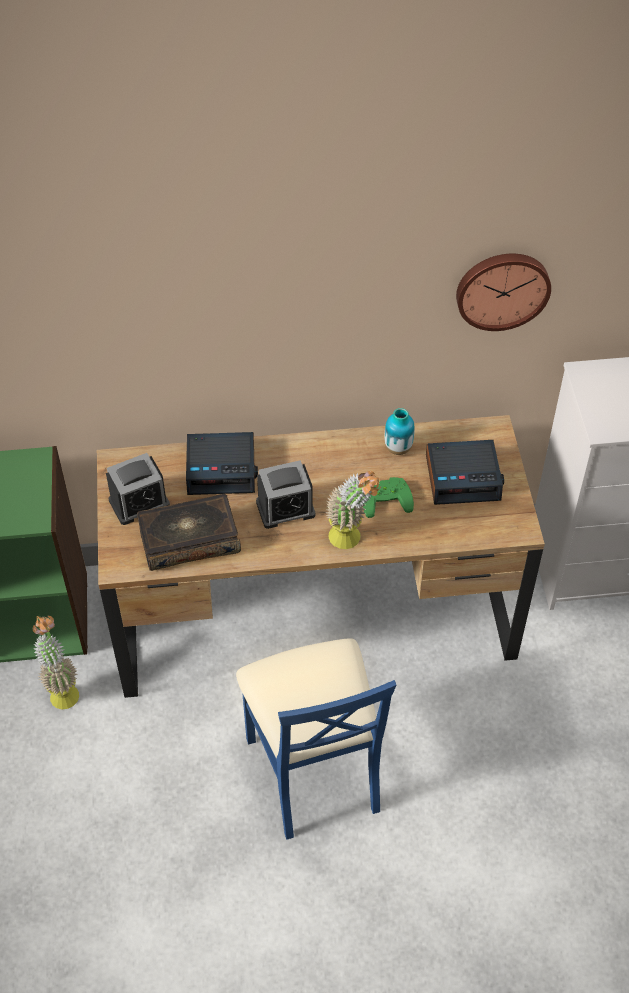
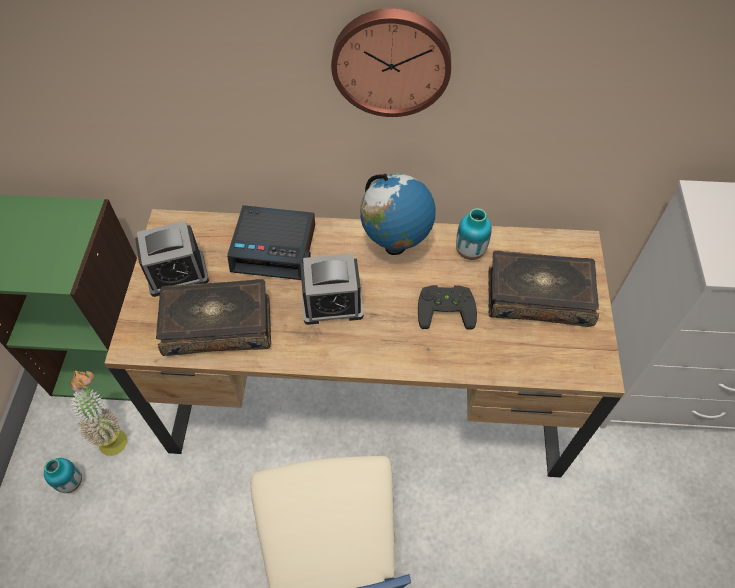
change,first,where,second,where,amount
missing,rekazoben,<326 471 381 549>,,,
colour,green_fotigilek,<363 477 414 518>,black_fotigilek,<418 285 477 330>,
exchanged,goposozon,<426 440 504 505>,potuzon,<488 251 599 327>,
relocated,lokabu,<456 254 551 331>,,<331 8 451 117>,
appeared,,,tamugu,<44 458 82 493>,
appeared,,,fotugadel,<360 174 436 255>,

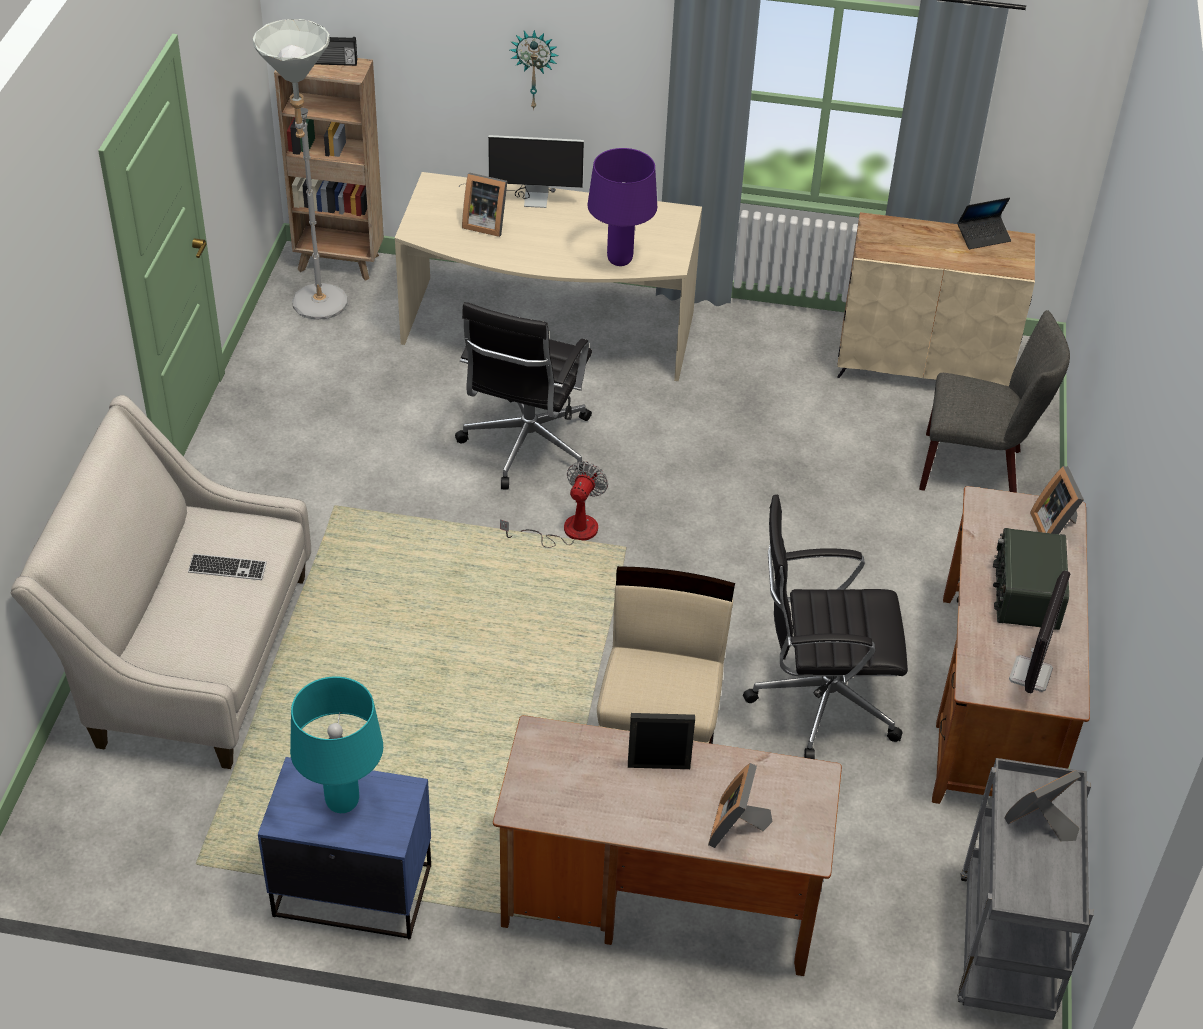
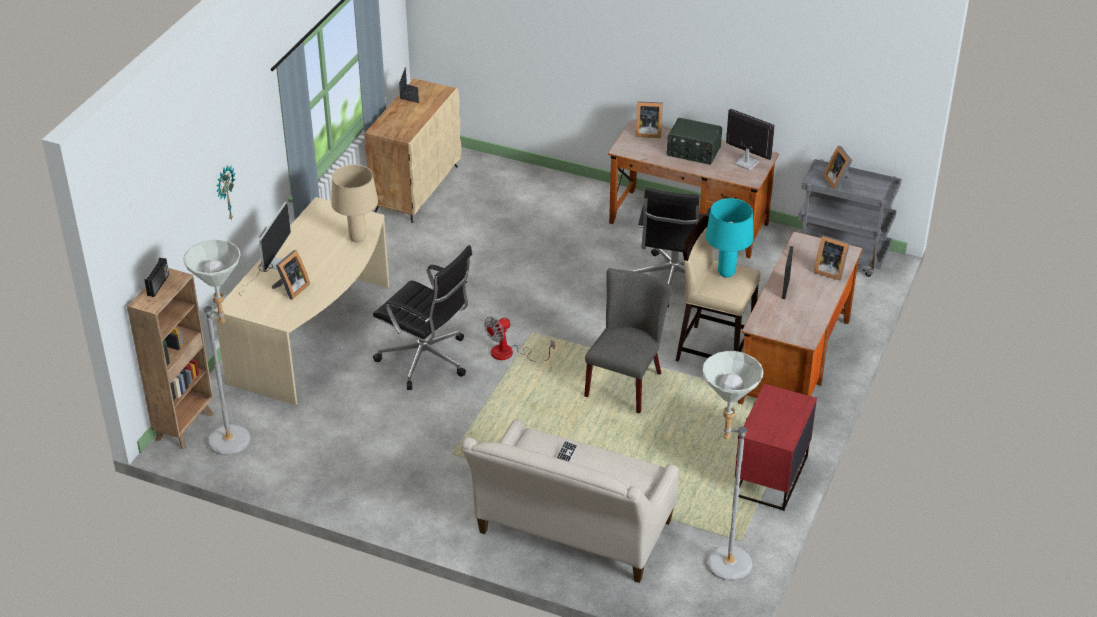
change,first,where,second,where,amount
colour,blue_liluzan,<258 757 431 939>,red_liluzan,<735 384 817 511>,
relocated,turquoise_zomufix,<290 676 383 813>,,<706 198 754 278>,
spun,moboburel,<500 462 608 548>,,<484 317 555 362>,75 degrees counterclockwise
colour,purple_zomufix,<587 148 657 266>,beige_zomufix,<331 164 378 242>,
relocated,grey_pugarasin,<919 310 1070 493>,,<584 268 672 414>,
appeared,,,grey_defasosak,<703 351 764 581>,

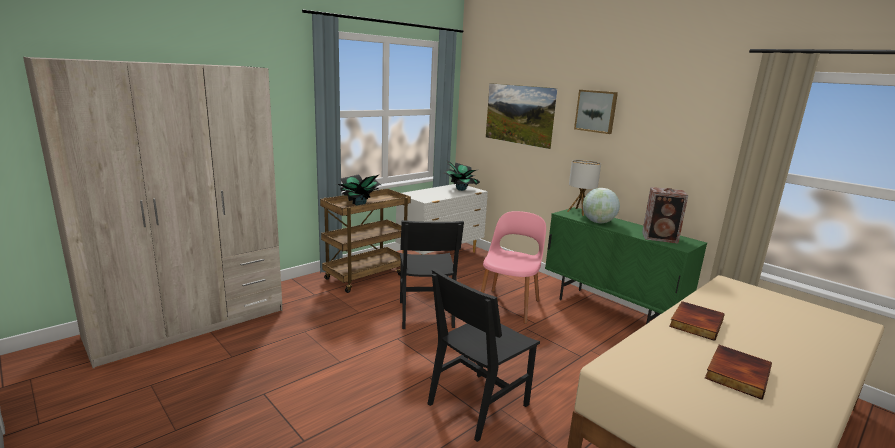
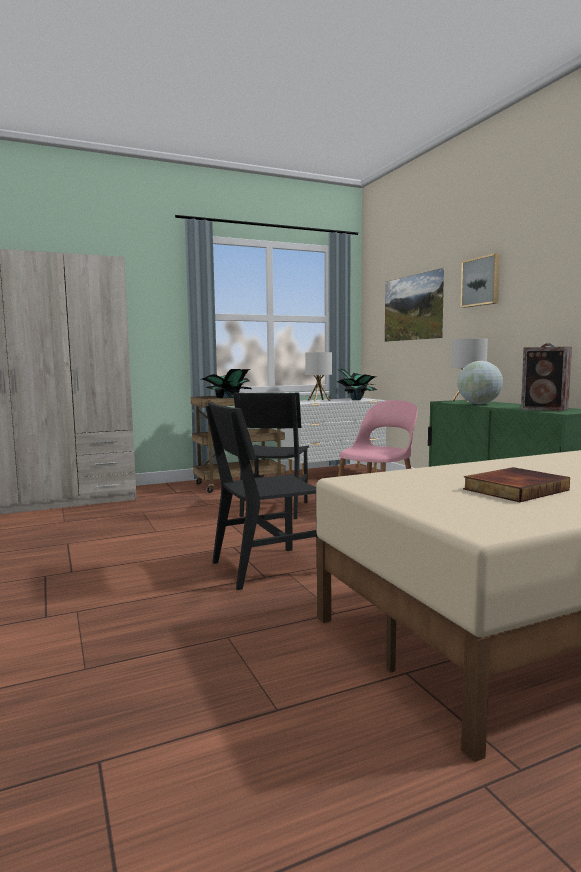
change,first,where,second,where,amount
missing,potuzon,<669 301 725 341>,,,
appeared,,,zomufix,<305 352 332 402>,

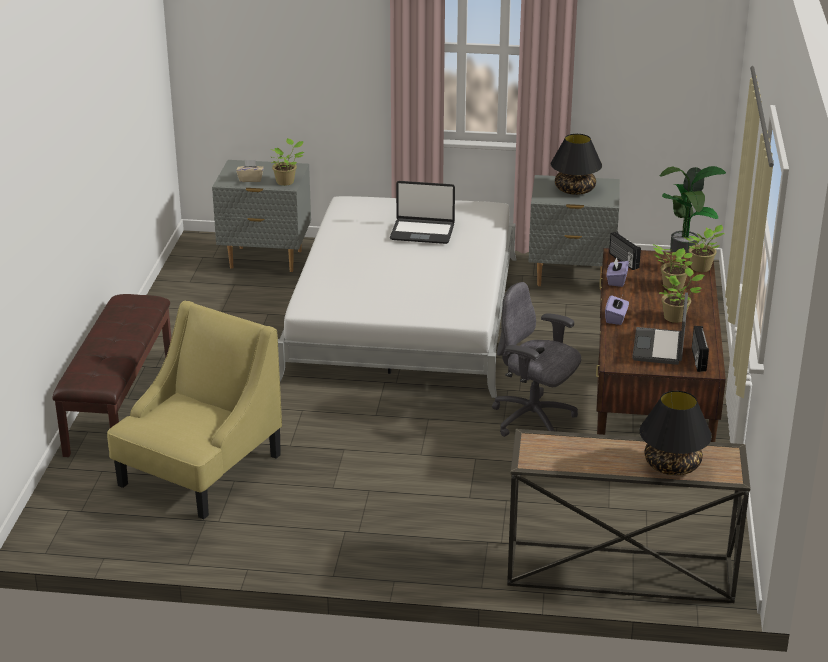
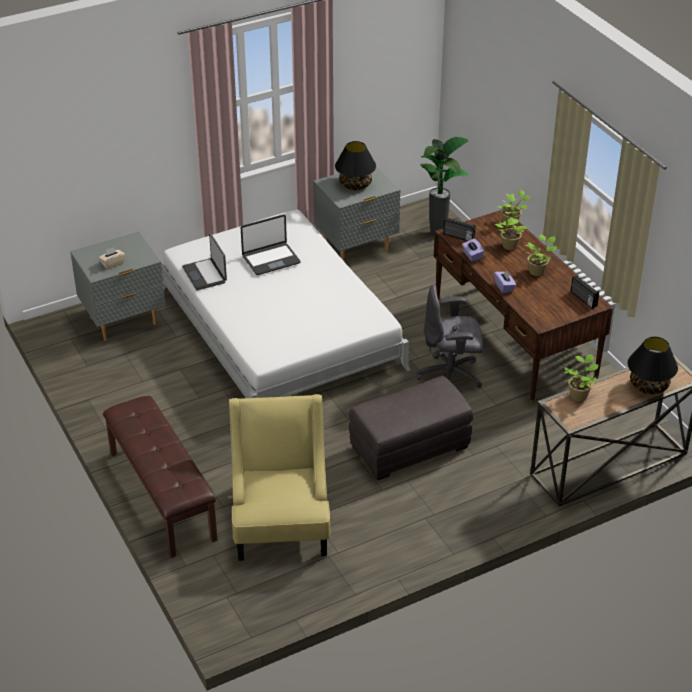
change,first,where,second,where,amount
relocated,rekazoben,<270 138 304 186>,,<564 354 599 401>,
relocated,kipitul,<632 292 688 365>,,<182 233 227 290>,
appeared,,,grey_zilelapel,<349 376 473 481>,

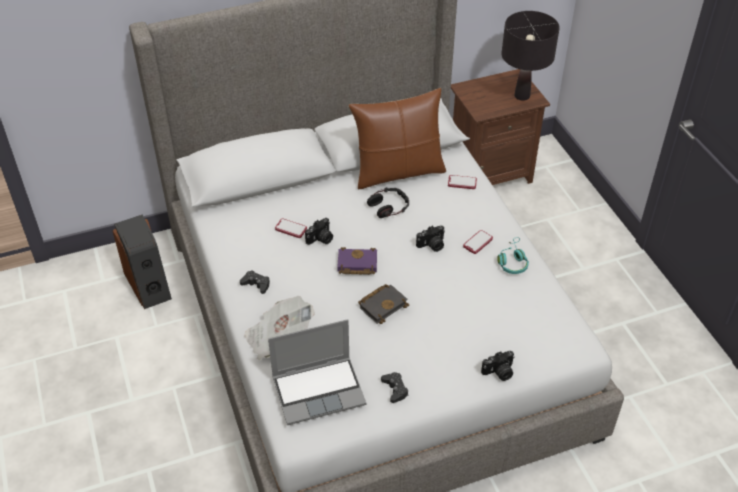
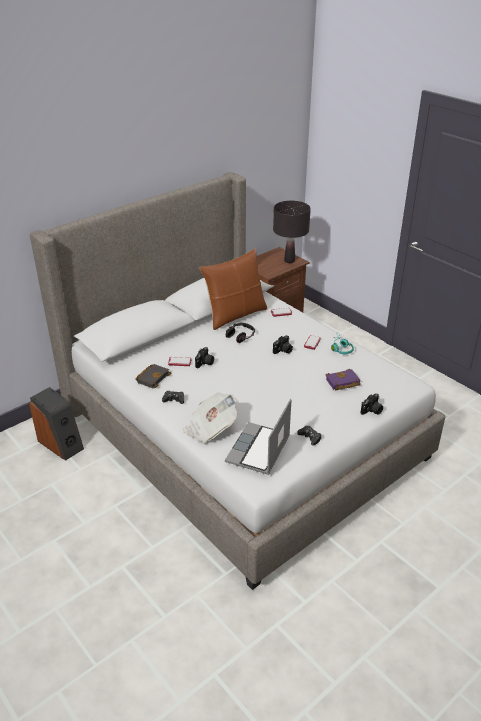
change,first,where,second,where,amount
spun,kipitul,<268 319 366 425>,,<225 399 291 475>,150 degrees clockwise
relocated,purple_potuzon,<337 247 377 275>,,<326 369 361 390>,
relocated,black_potuzon,<358 284 409 324>,,<135 364 171 388>,

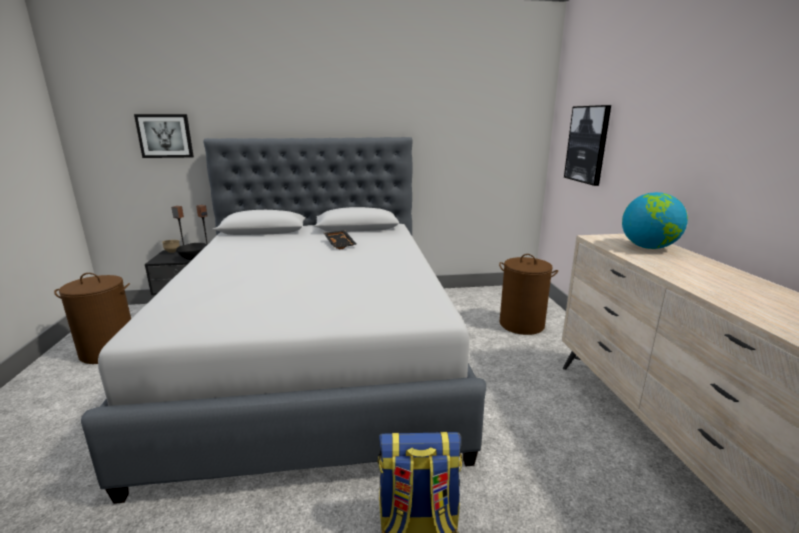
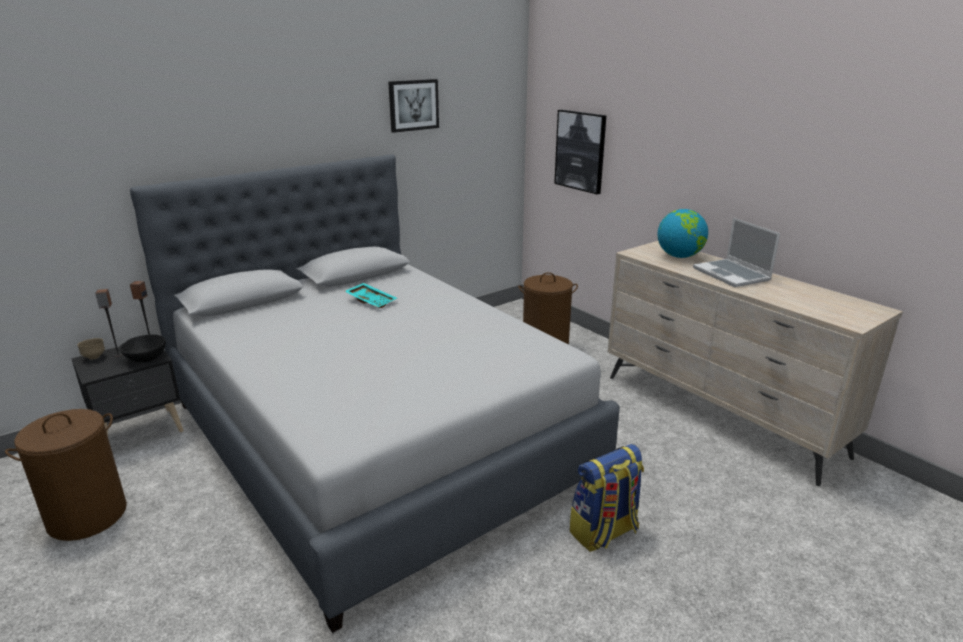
change,first,where,second,where,amount
relocated,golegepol,<134 114 194 158>,,<388 79 439 133>,
colour,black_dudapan,<324 230 356 249>,turquoise_dudapan,<345 283 397 308>,
appeared,,,kipitul,<693 218 780 287>,

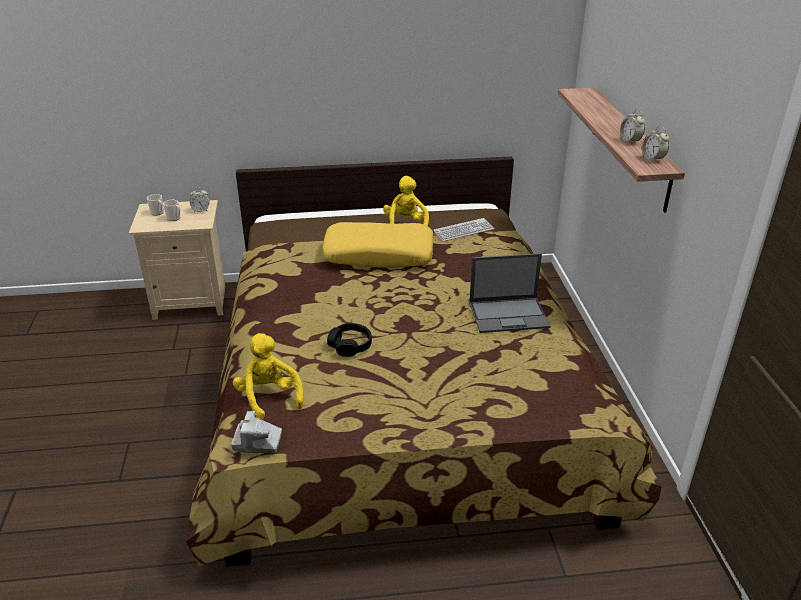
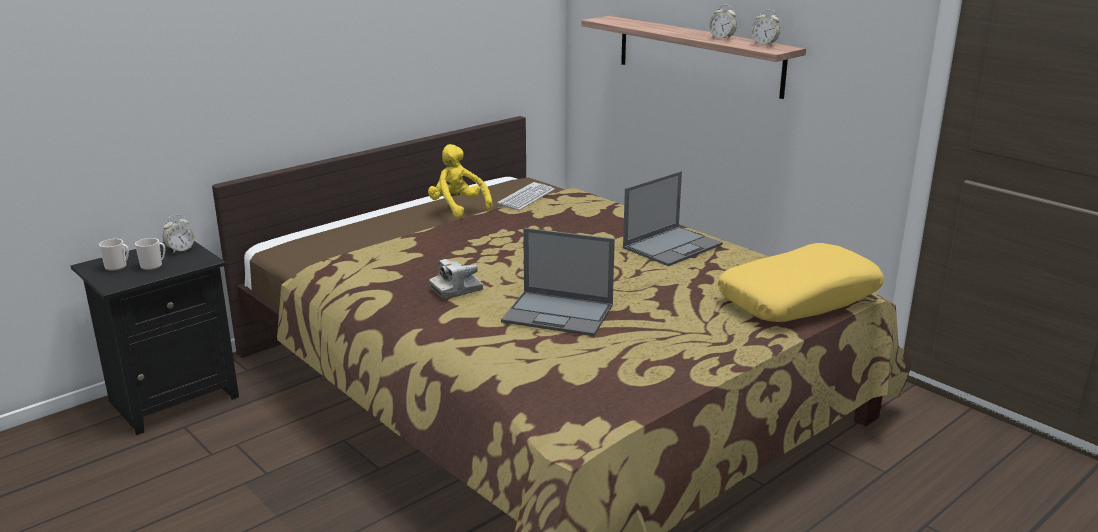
change,first,where,second,where,amount
colour,beige_liluzan,<129 200 225 320>,black_liluzan,<71 241 239 435>,
relocated,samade,<231 411 282 453>,,<429 259 483 299>,
missing,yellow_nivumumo,<233 333 303 420>,,,
relocated,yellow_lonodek,<322 222 434 268>,,<718 243 884 322>,
exchanged,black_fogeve,<327 323 372 357>,kipitul,<501 228 615 336>,

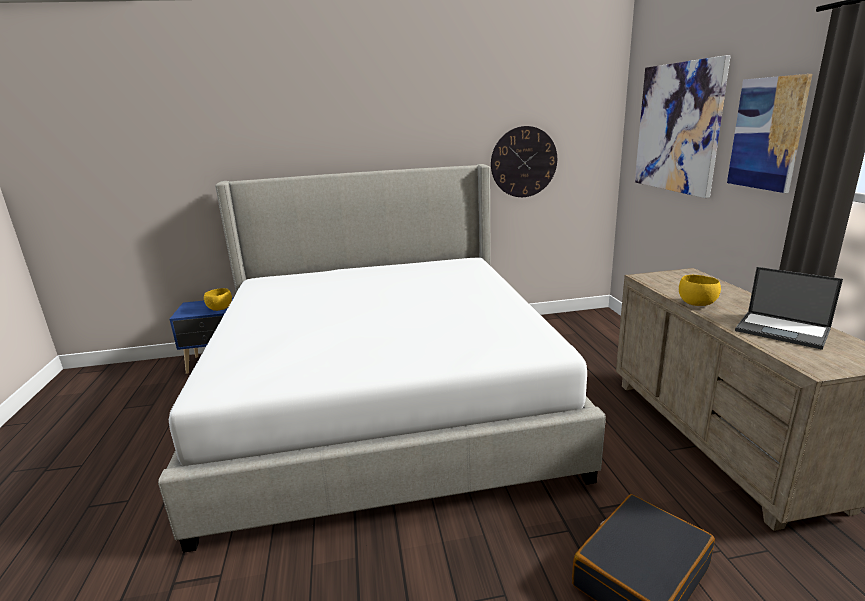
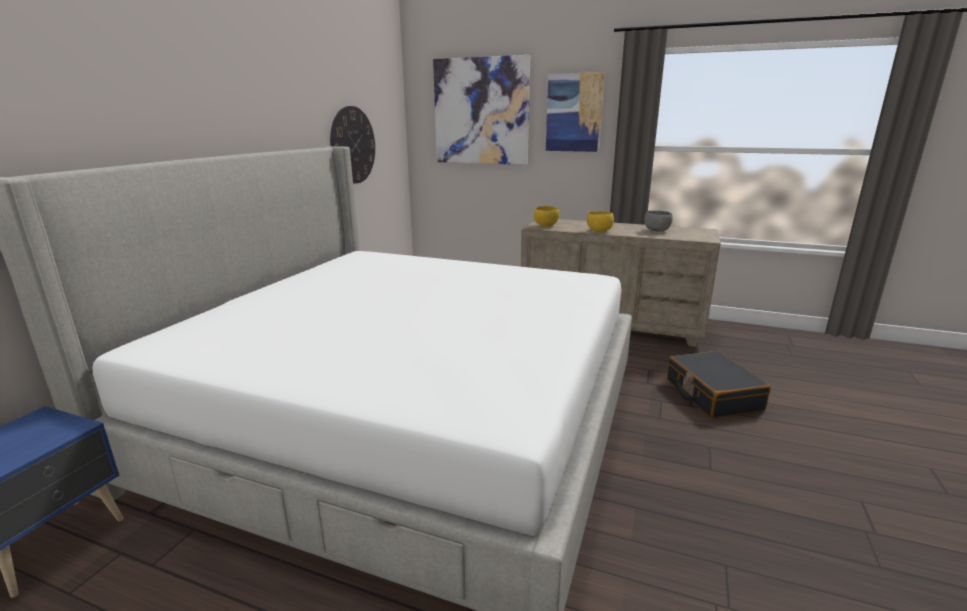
change,first,where,second,where,amount
relocated,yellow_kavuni,<204 288 232 311>,,<534 206 559 227>,
exchanged,kipitul,<735 267 843 350>,grey_kavuni,<644 211 673 232>,

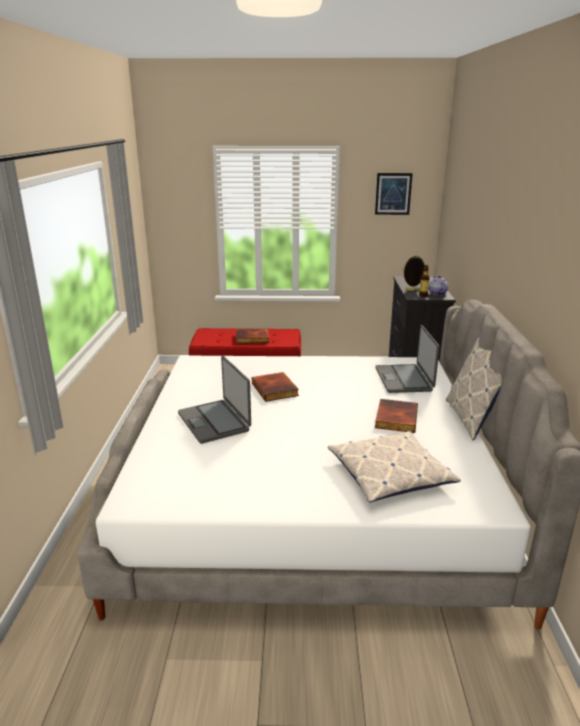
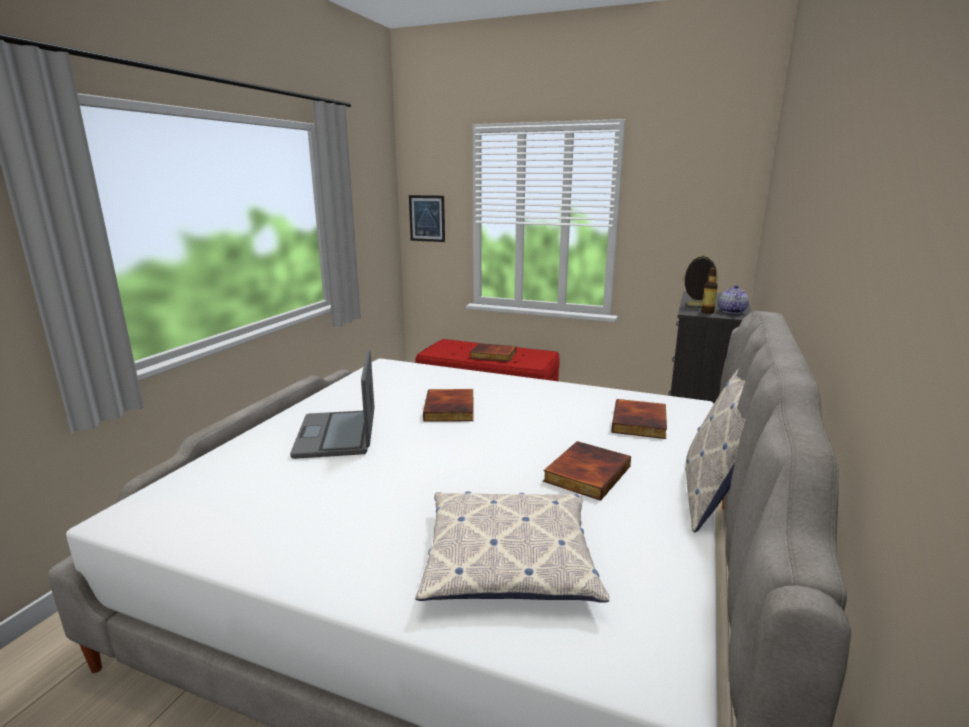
change,first,where,second,where,amount
relocated,golegepol,<375 173 413 215>,,<409 195 445 242>,
exchanged,kipitul,<375 325 440 393>,potuzon,<611 399 667 439>,

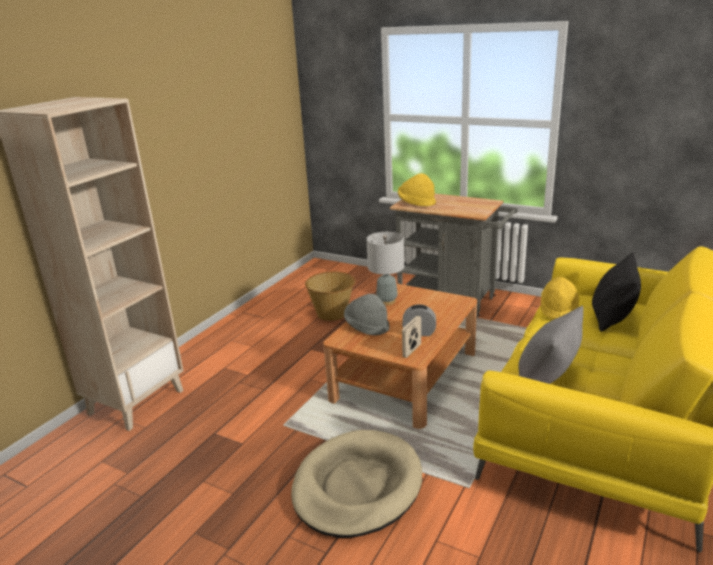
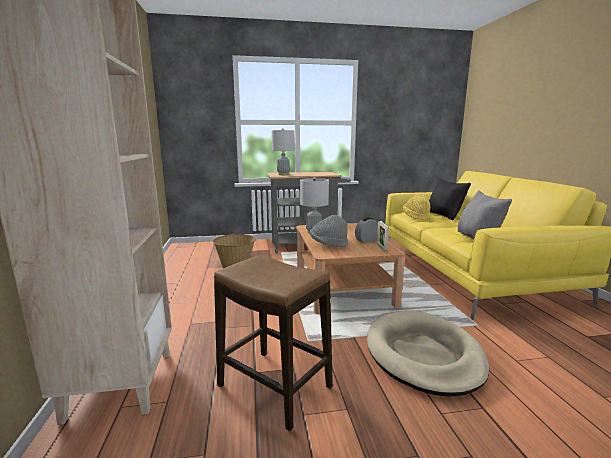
change,first,where,second,where,amount
exchanged,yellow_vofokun,<398 173 436 207>,grey_zomufix,<271 128 295 175>,
appeared,,,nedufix,<214 255 333 431>,

